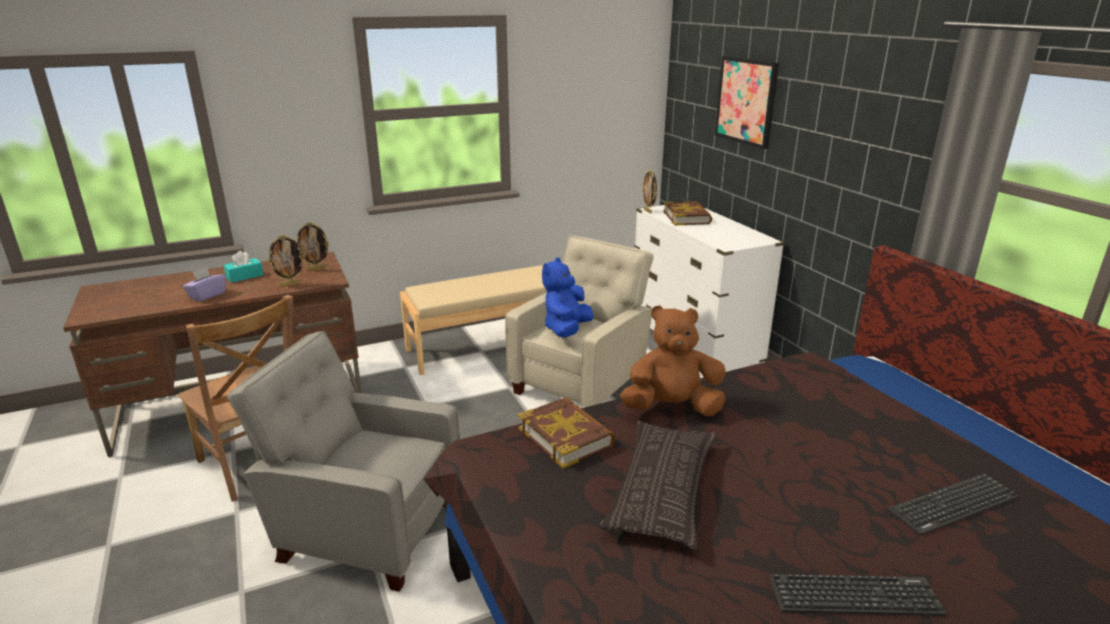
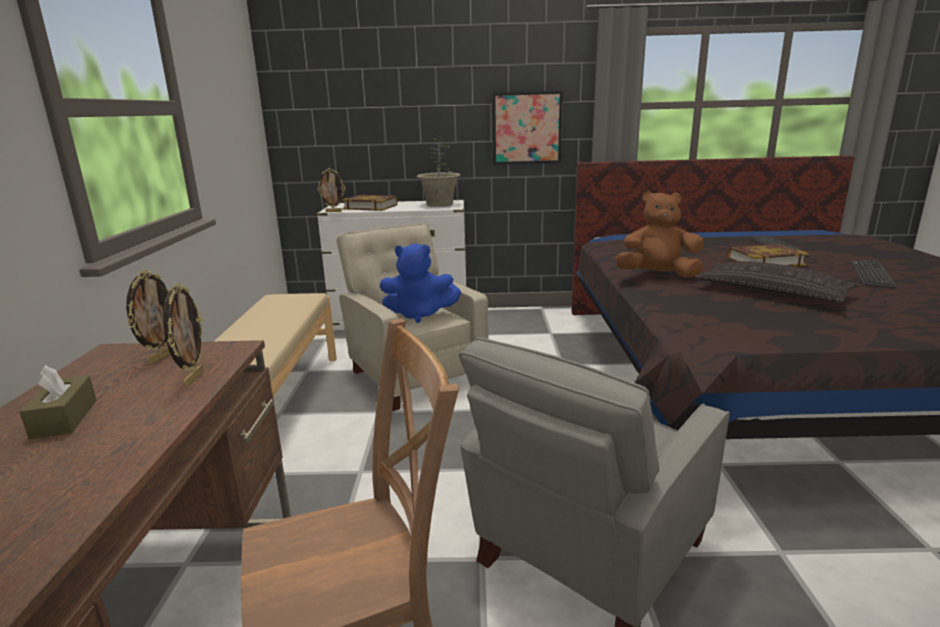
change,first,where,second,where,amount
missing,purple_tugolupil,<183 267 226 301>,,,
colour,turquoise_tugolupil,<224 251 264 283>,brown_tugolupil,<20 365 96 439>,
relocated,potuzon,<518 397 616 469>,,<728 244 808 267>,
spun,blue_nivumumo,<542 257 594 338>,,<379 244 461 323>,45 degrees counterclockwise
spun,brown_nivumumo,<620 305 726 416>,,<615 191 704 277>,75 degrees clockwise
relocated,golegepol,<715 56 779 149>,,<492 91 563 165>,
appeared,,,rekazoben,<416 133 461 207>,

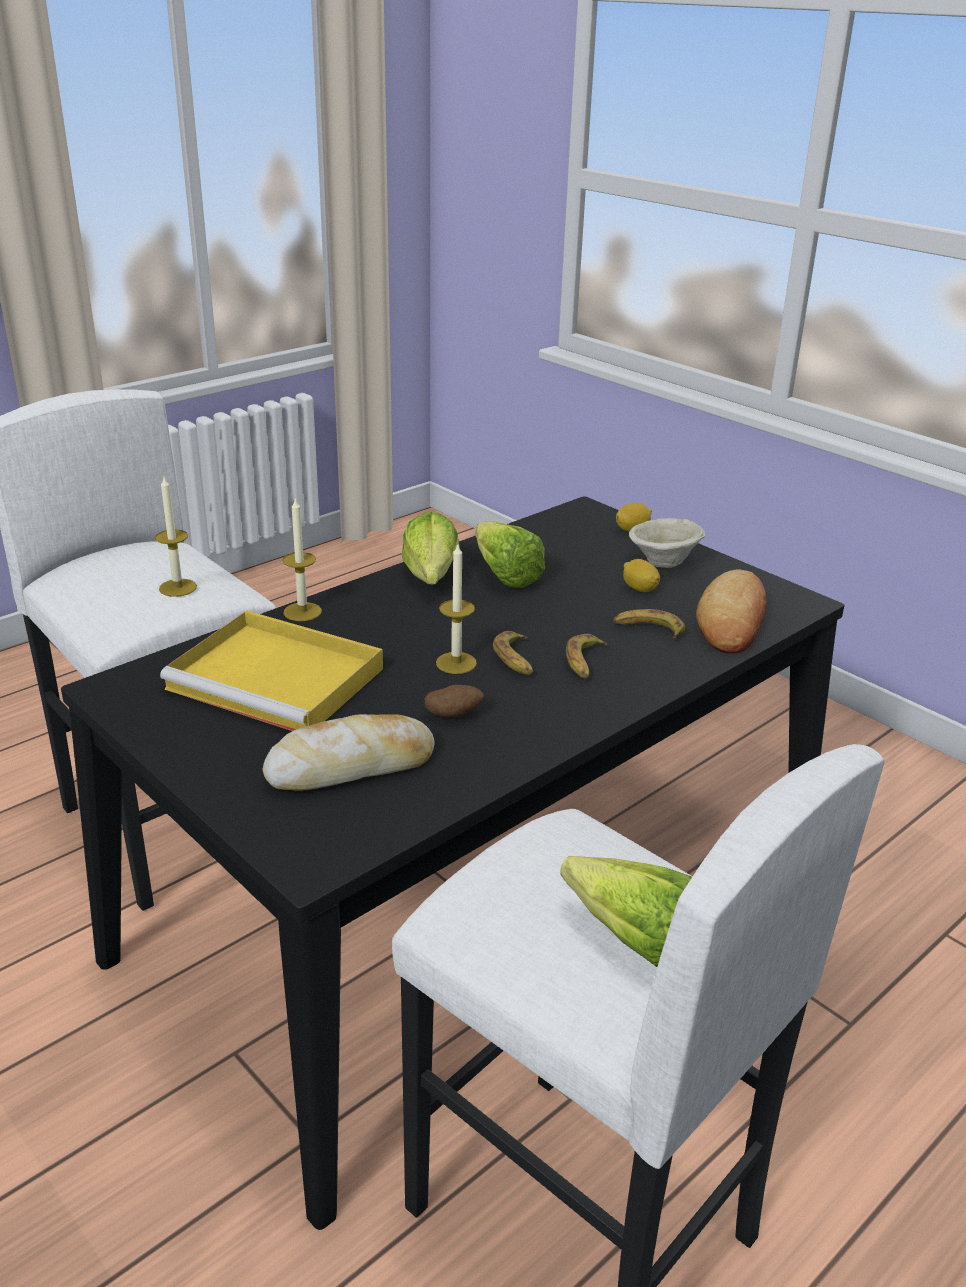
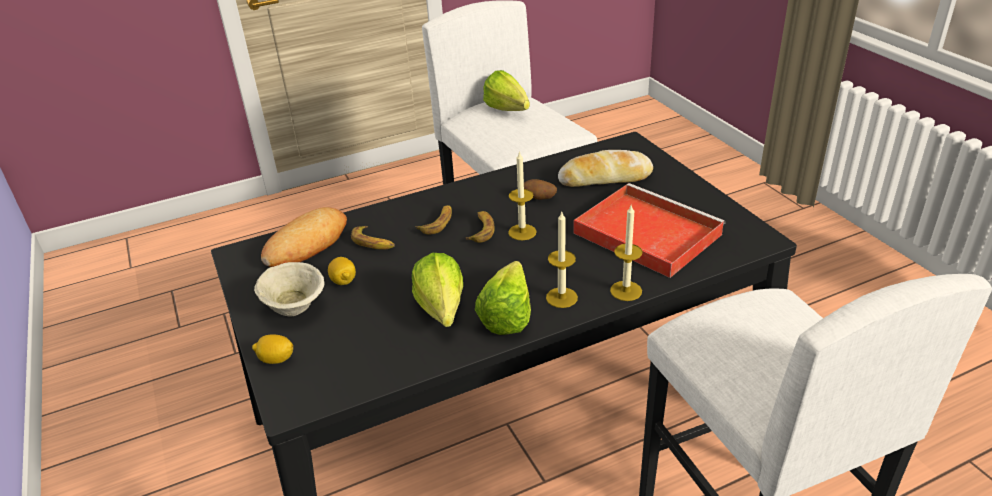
change,first,where,second,where,amount
relocated,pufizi,<155 477 197 597>,,<546 212 578 308>,
colour,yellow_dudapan,<160 610 383 731>,red_dudapan,<573 183 725 278>,

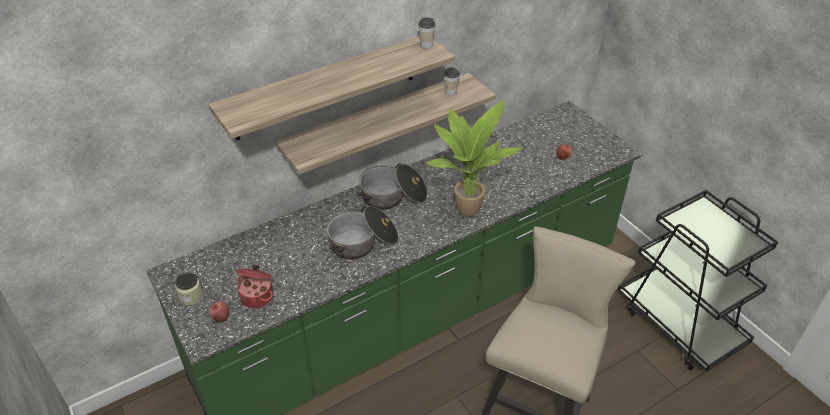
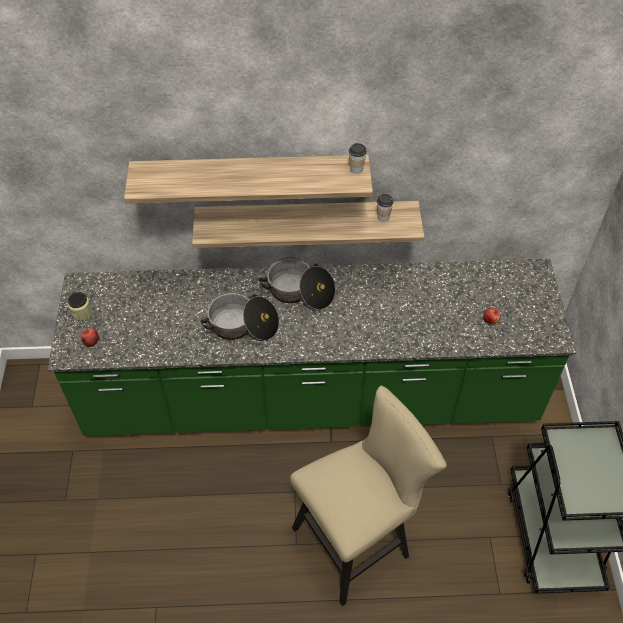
change,first,where,second,where,amount
missing,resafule,<236 265 273 308>,,,
missing,rekazoben,<425 100 523 217>,,,

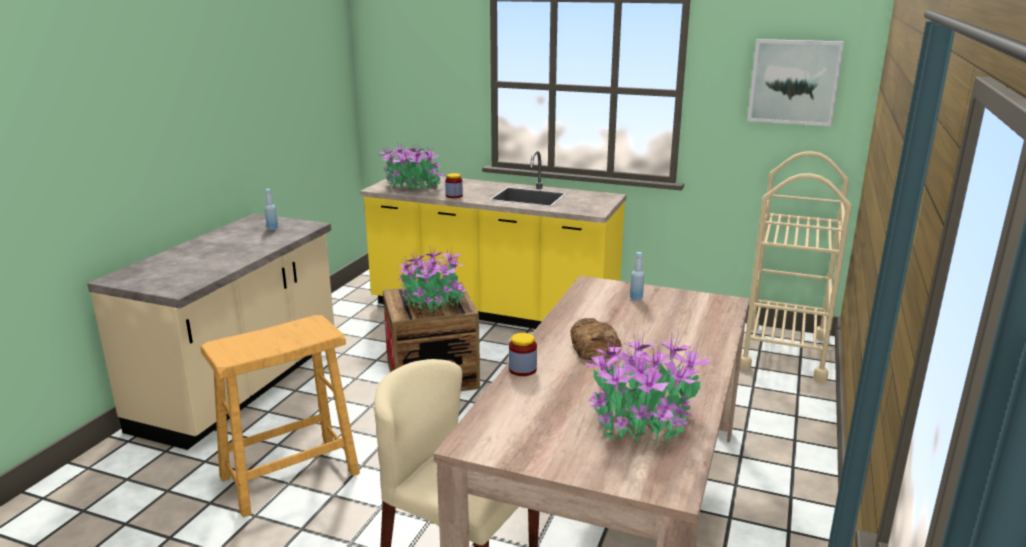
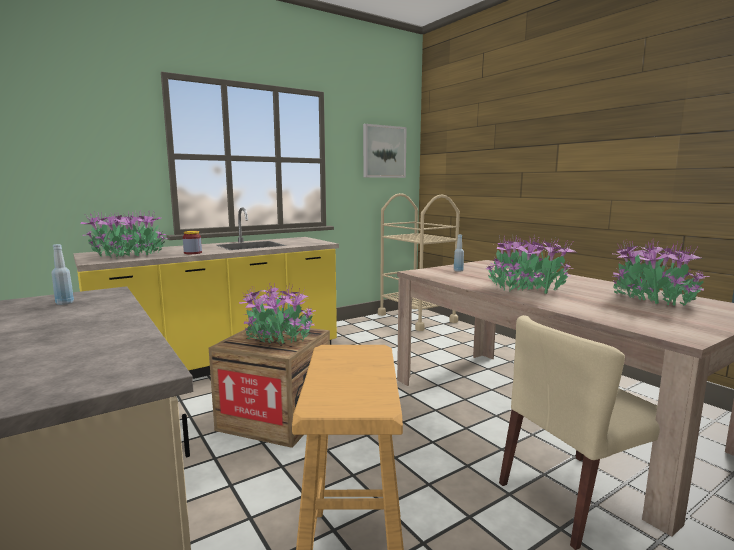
change,first,where,second,where,amount
missing,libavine,<509 333 537 376>,,,
exchanged,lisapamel,<571 318 622 360>,rekazoben,<486 235 578 294>,

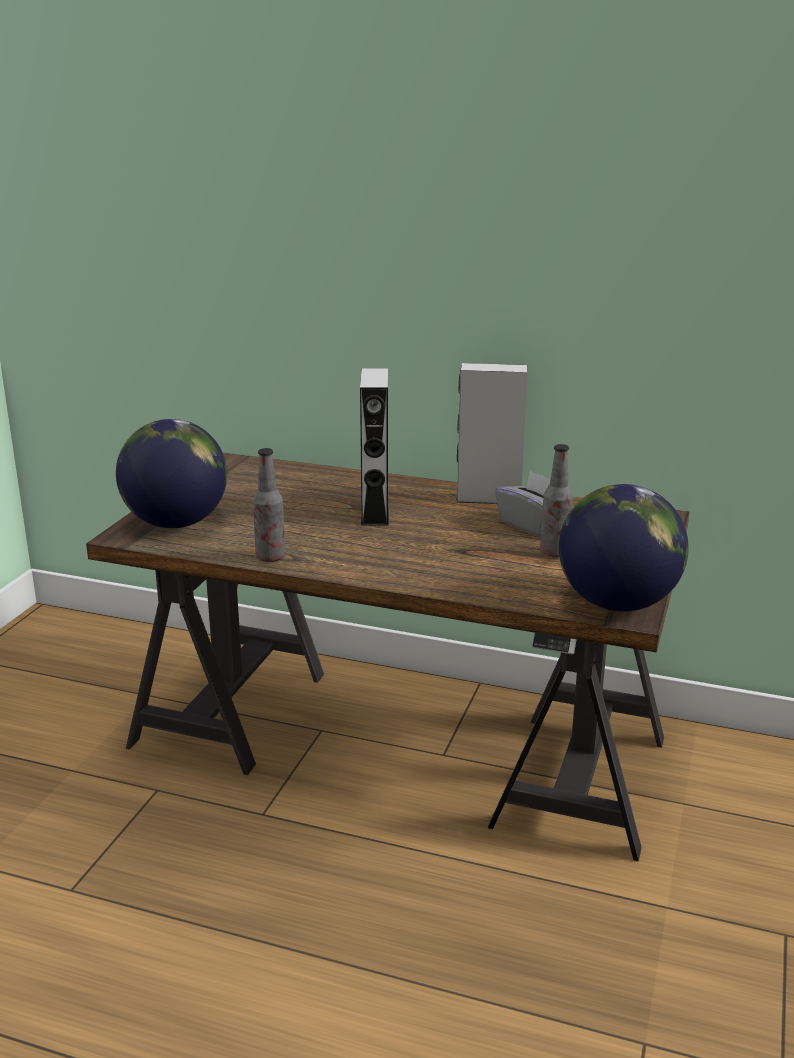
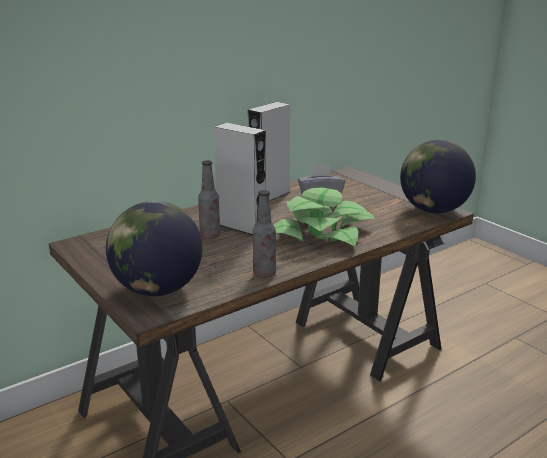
change,first,where,second,where,amount
relocated,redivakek,<540 444 573 557>,,<198 160 220 239>,
appeared,,,rekazoben,<274 187 376 246>,

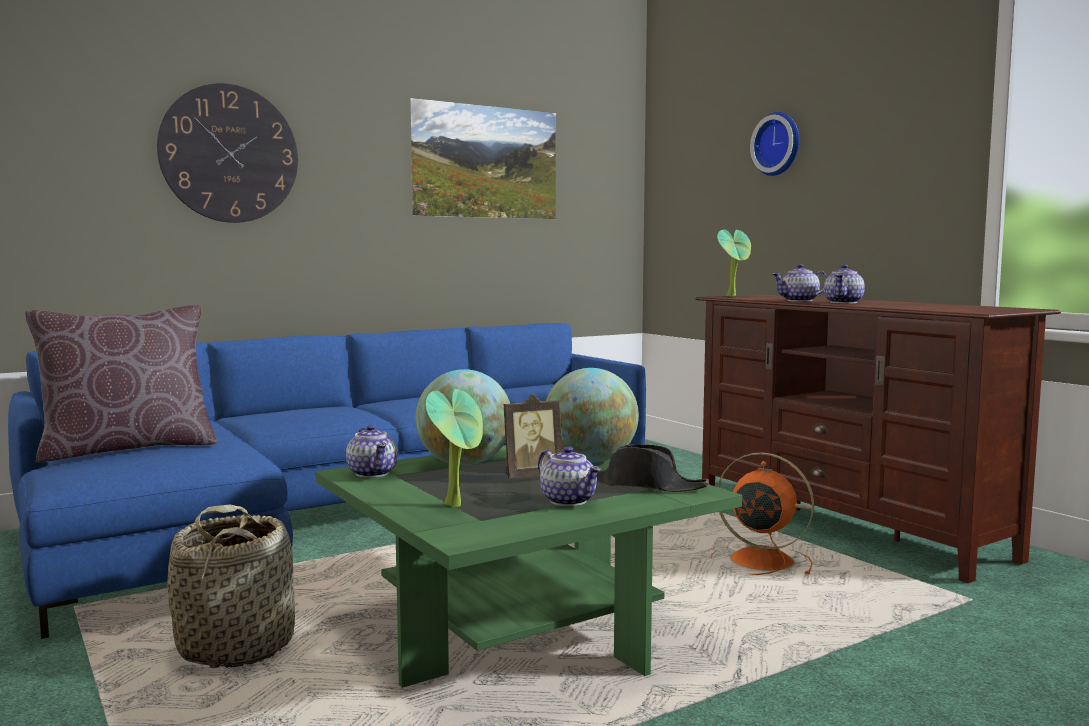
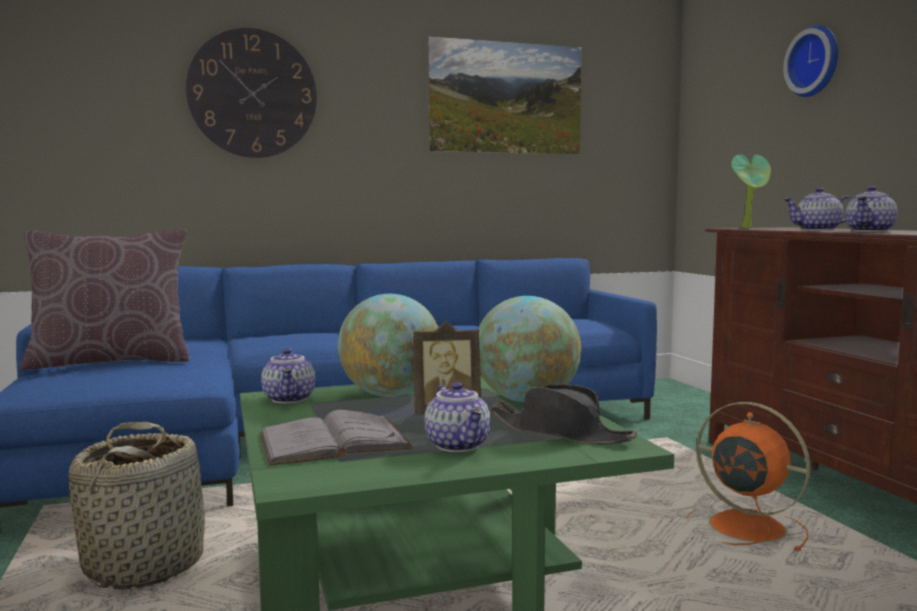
change,first,where,second,where,amount
exchanged,rekazoben,<425 389 483 508>,grey_potuzon,<260 410 414 465>,

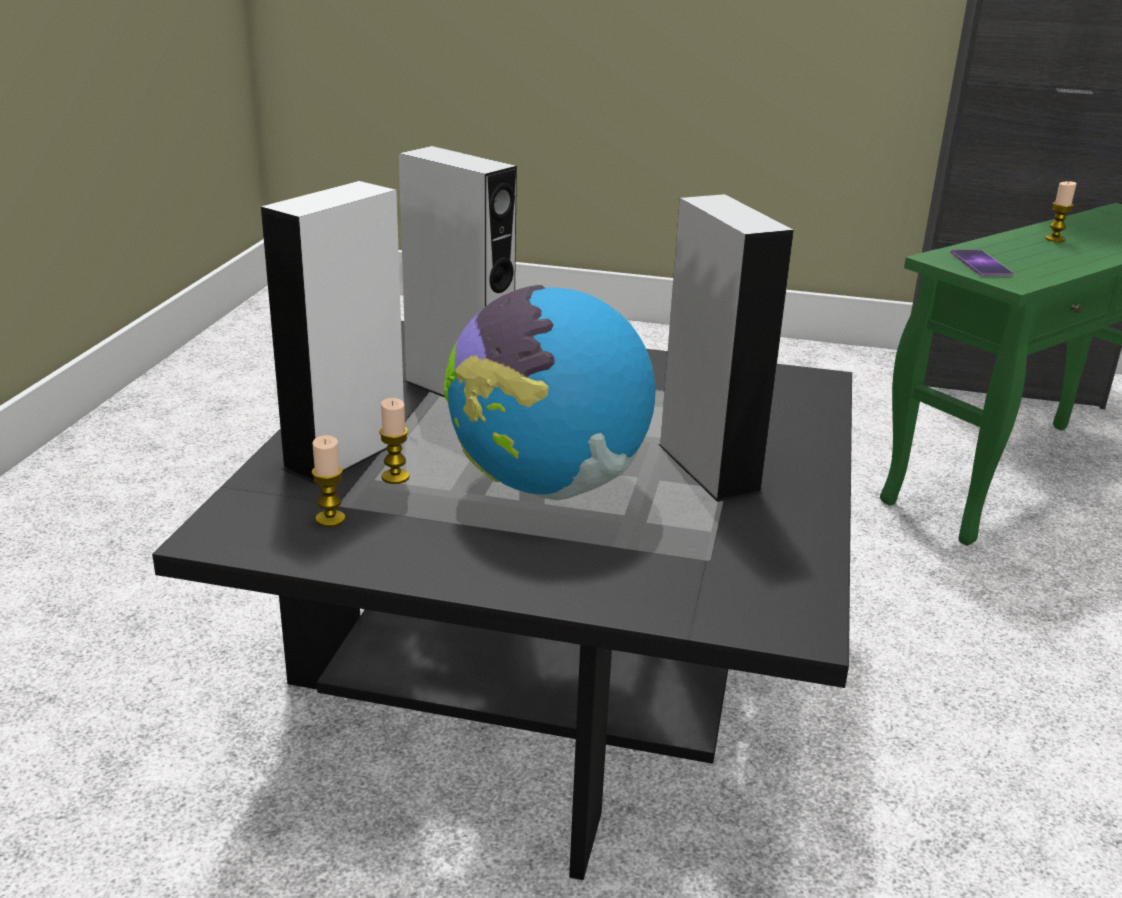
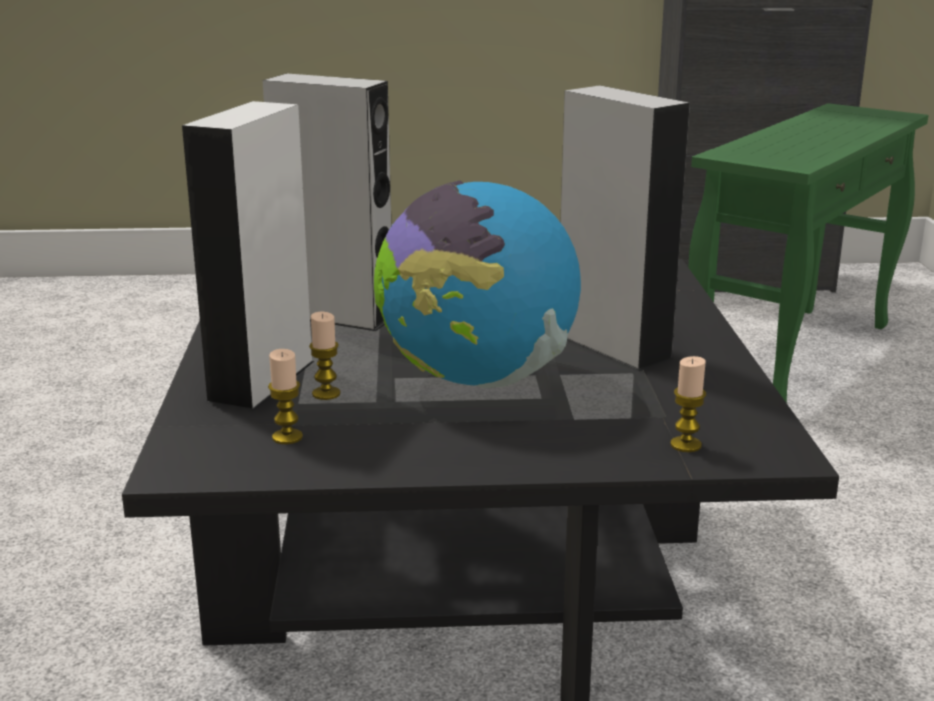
change,first,where,second,where,amount
missing,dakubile,<950 250 1013 276>,,,
relocated,pufizi,<1045 181 1077 242>,,<670 356 706 452>,

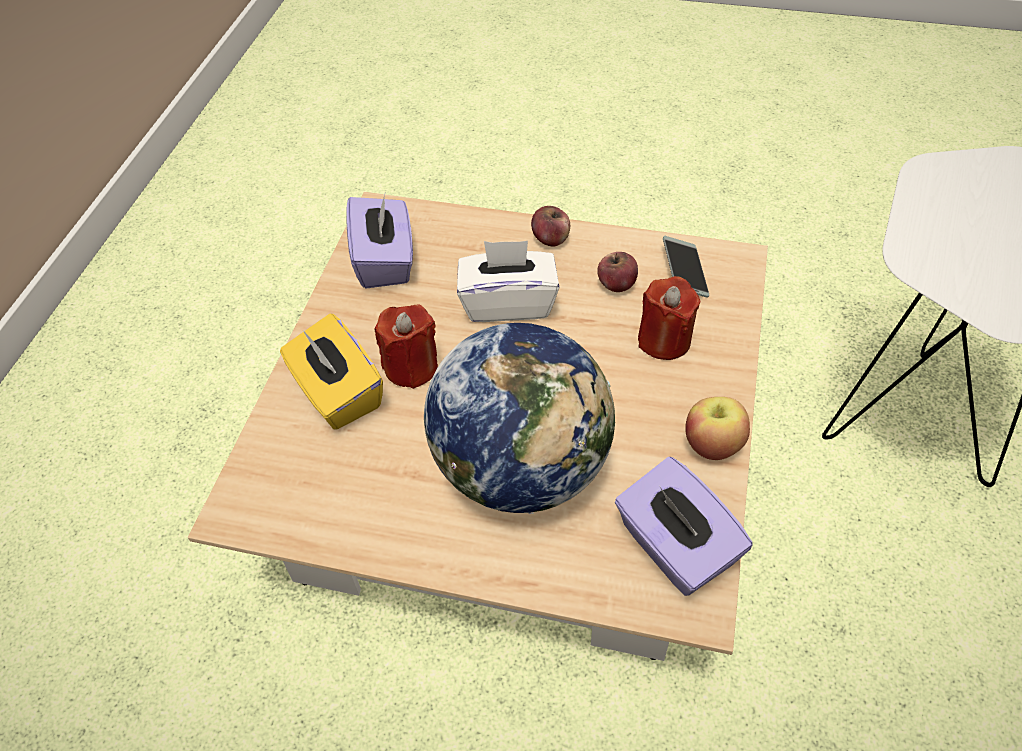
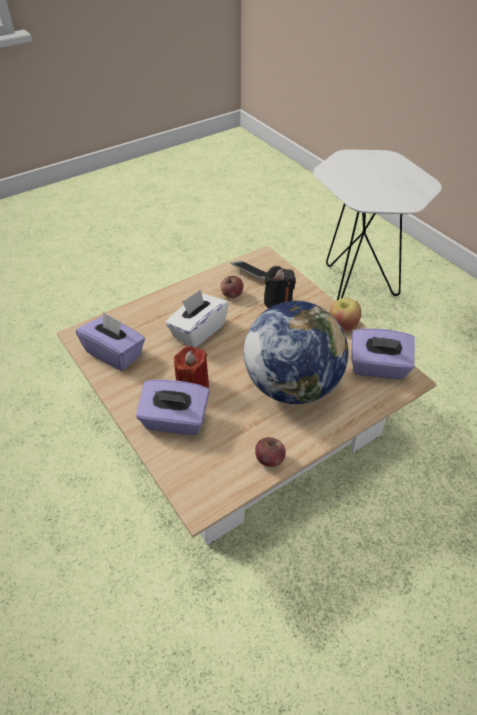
change,first,where,second,where,amount
colour,yellow_tugolupil,<280 314 383 430>,purple_tugolupil,<136 379 209 435>,
relocated,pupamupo,<531 206 570 247>,,<255 437 286 467>,
colour,red_pufizi,<638 276 700 360>,black_pufizi,<264 266 296 308>,

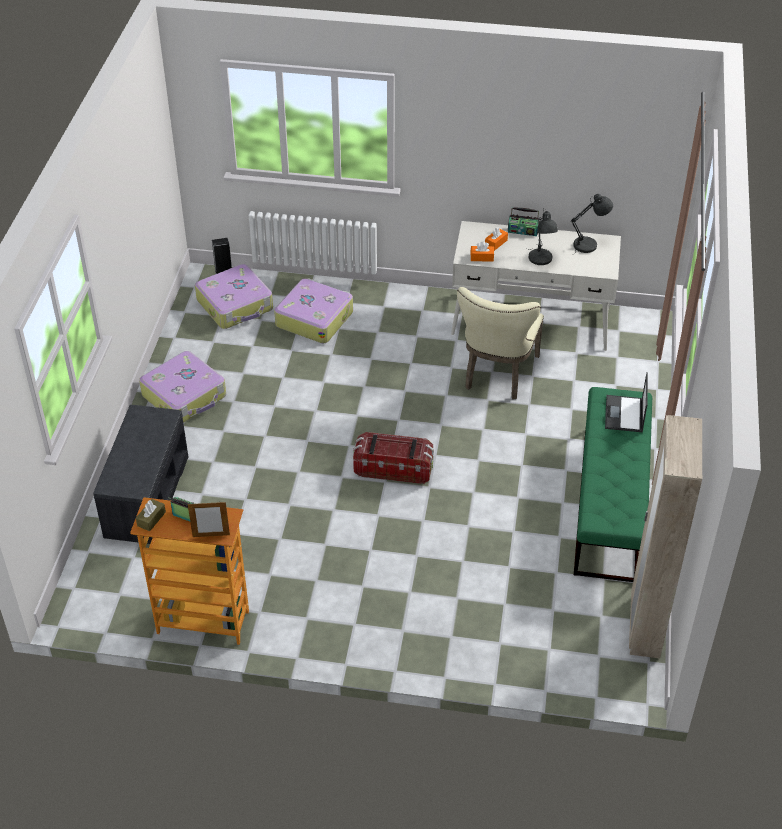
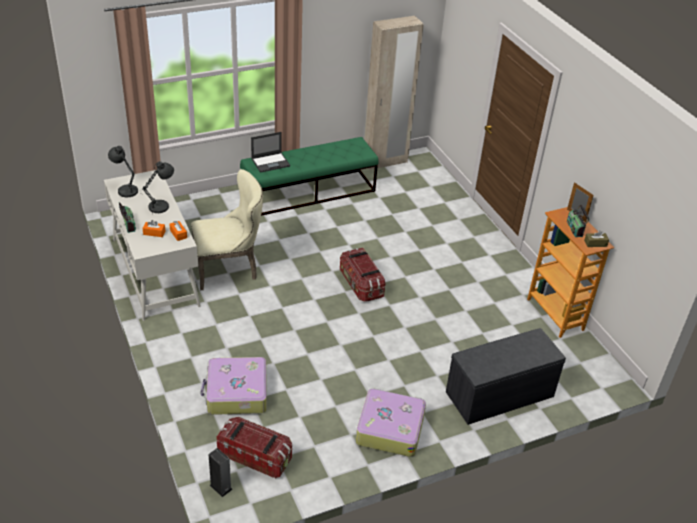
change,first,where,second,where,amount
exchanged,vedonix,<195 264 273 329>,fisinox,<216 417 292 479>,

